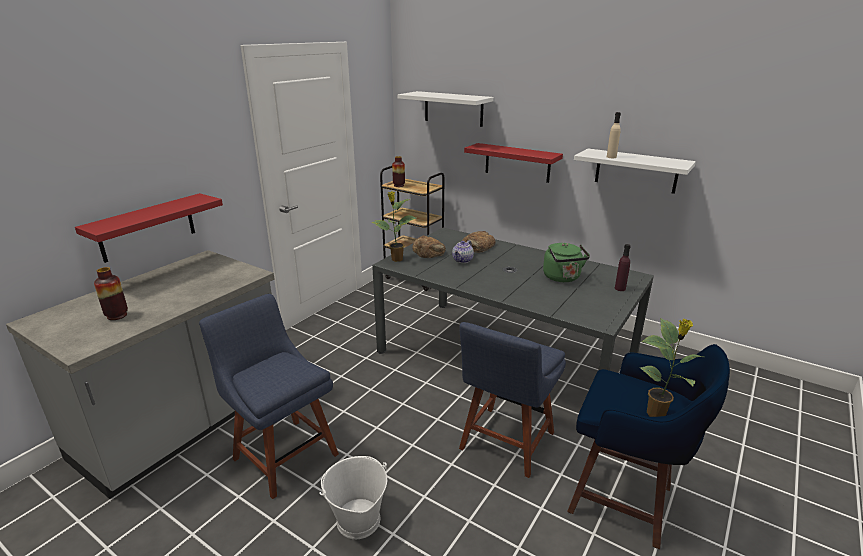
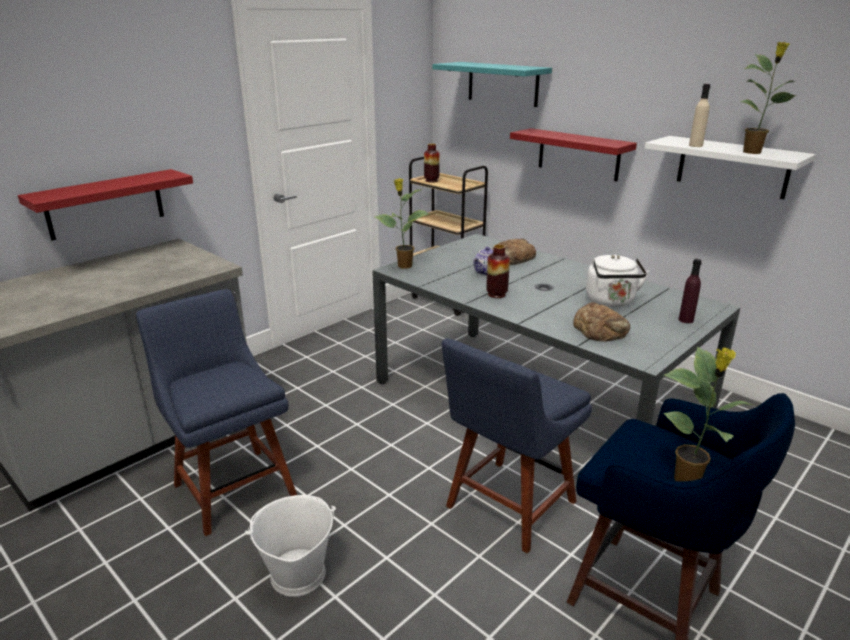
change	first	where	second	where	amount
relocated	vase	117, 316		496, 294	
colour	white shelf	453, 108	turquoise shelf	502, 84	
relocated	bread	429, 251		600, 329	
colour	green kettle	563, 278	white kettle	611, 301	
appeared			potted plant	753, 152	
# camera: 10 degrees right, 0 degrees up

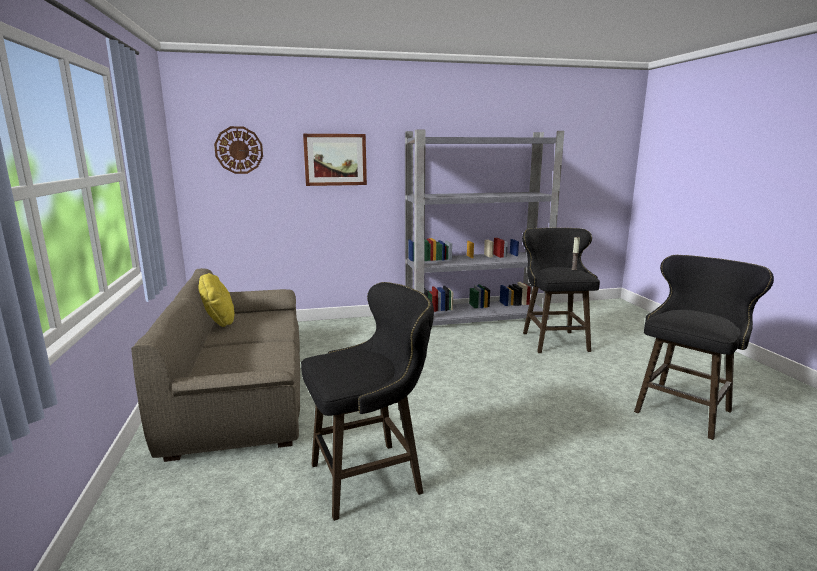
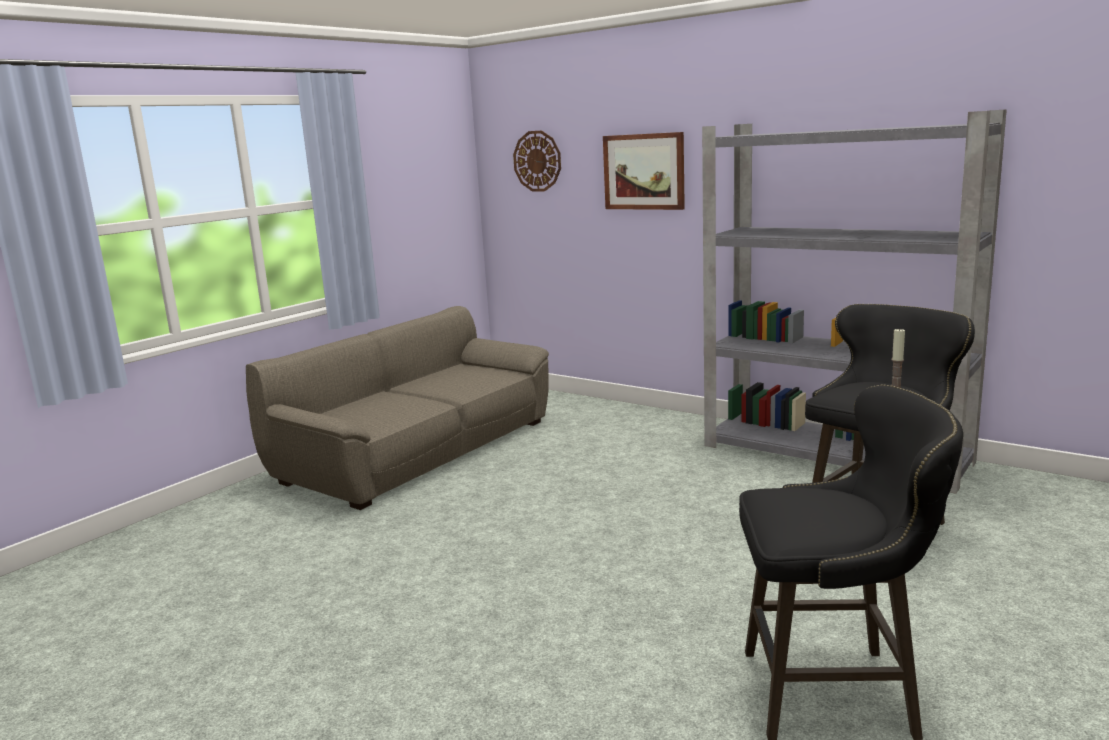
change	first	where	second	where	amount
missing	yellow pillow	219, 323			
missing	black stool	371, 477			
# camera: 50 degrees right, 0 degrees up

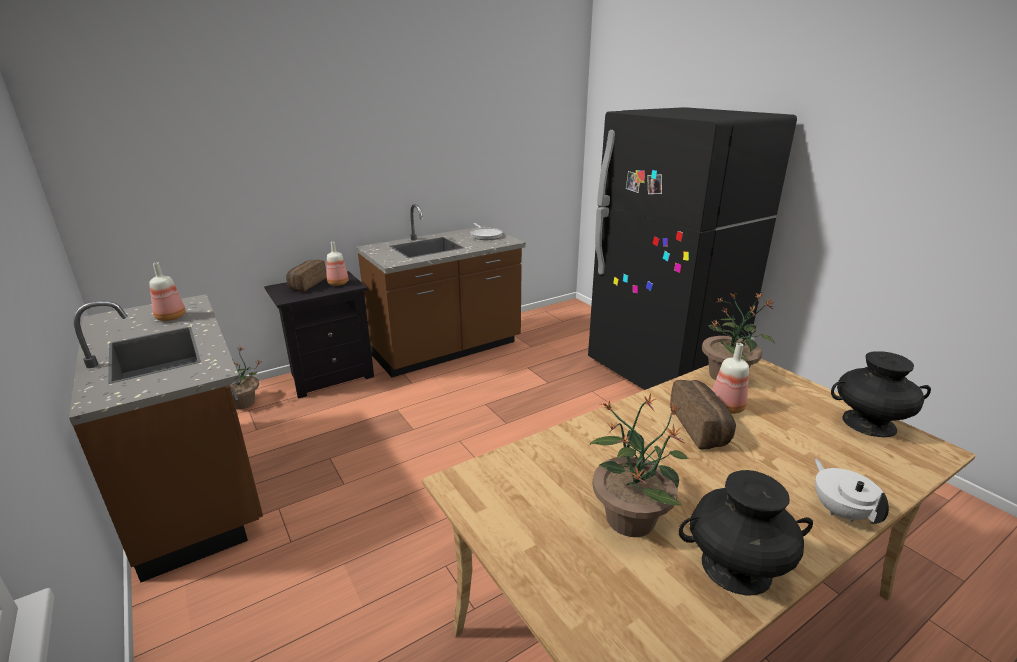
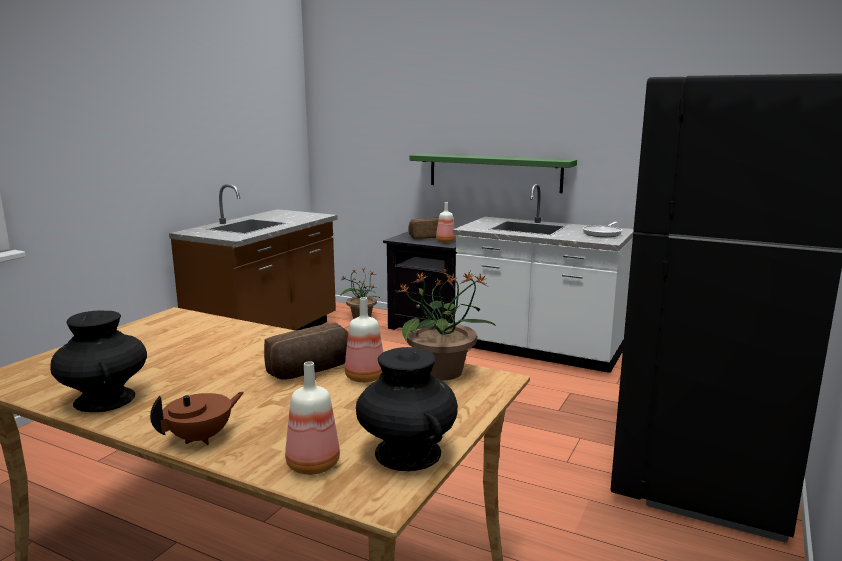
change	first	where	second	where	amount
relocated	bottle	171, 317		312, 466	
colour	brown counter	447, 350	white counter	538, 350	
missing	potted plant	630, 517			
colour	white teapot	841, 511	brown teapot	201, 438	
appeared			green shelf	494, 172	
# camera: 60 degrees right, 10 degrees down

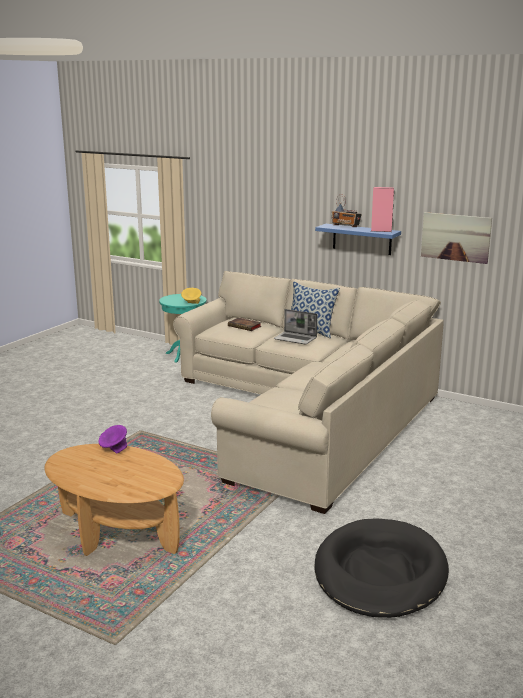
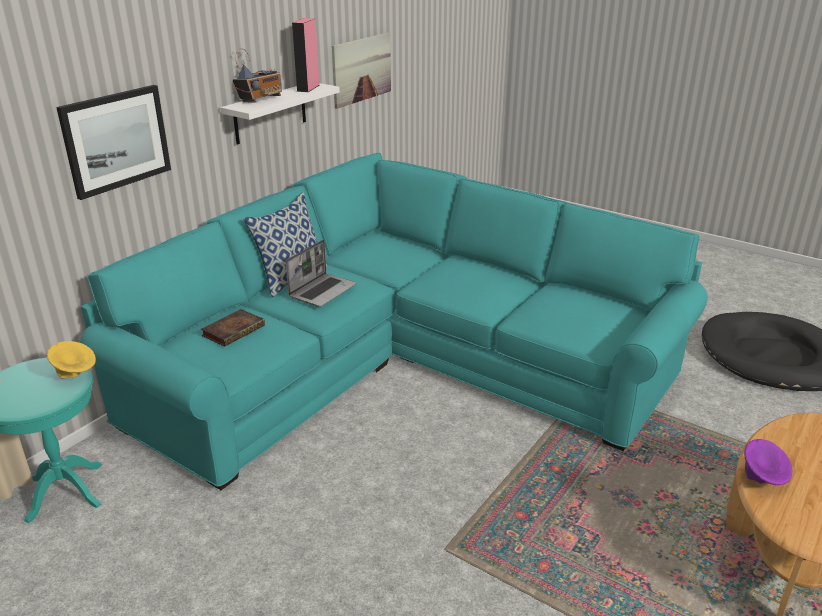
change	first	where	second	where	amount
colour	beige sofa	307, 413	turquoise sofa	399, 366	
colour	blue shelf	362, 239	white shelf	270, 113	
appeared			picture	116, 140	
# camera: 85 degrees left, 10 degrees up

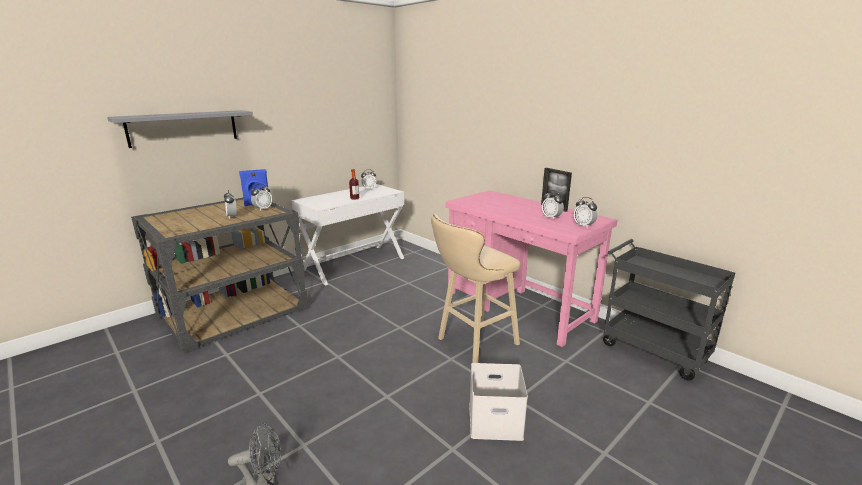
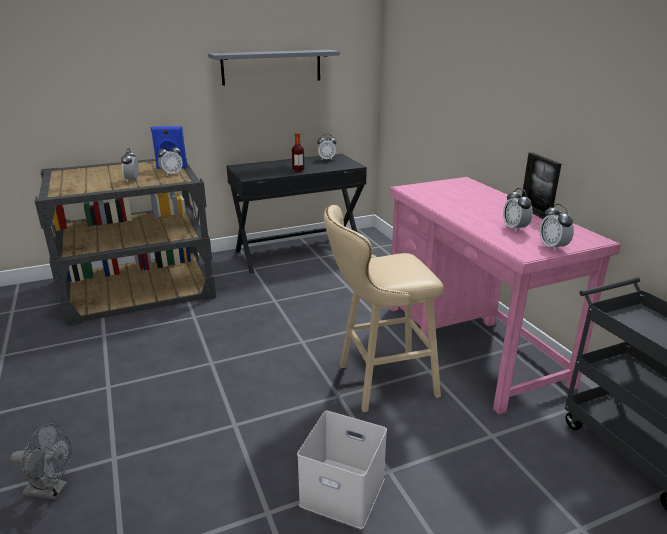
change	first	where	second	where	amount
relocated	grey shelf	183, 128		272, 67	
colour	white desk	354, 264	black desk	298, 251	
# camera: 20 degrees right, 5 degrees up

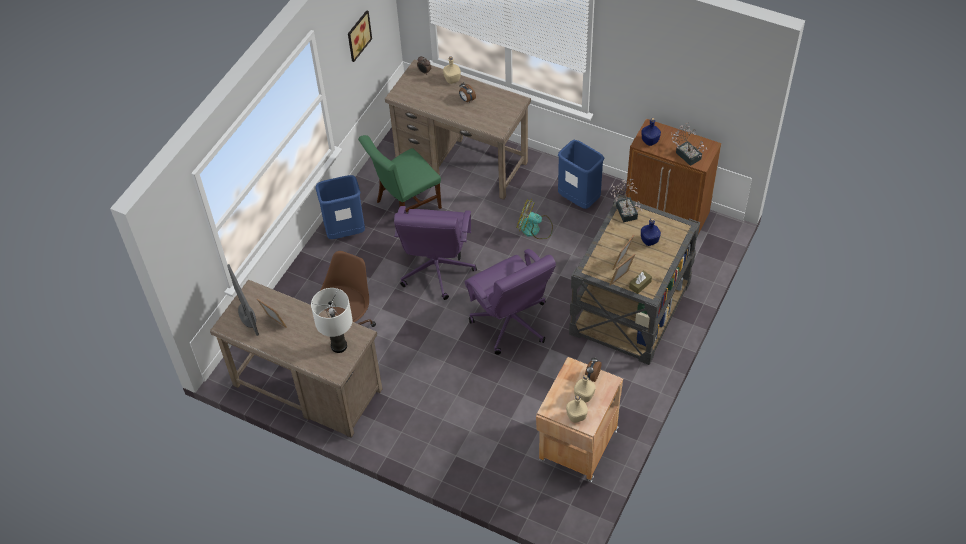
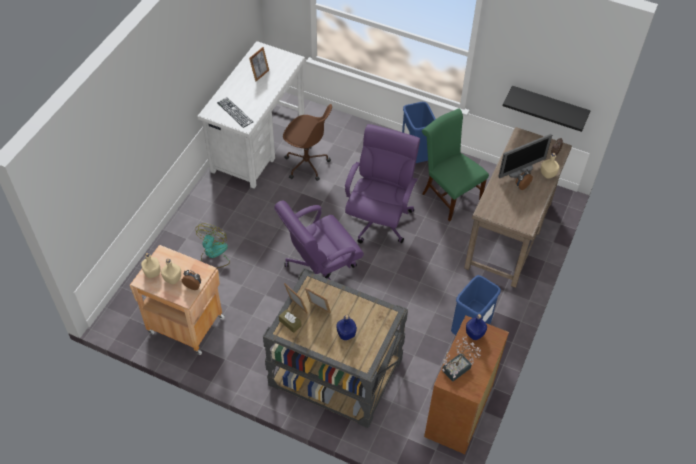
change	first	where	second	where	amount
colour	brown desk	307, 388	white desk	258, 143	
relocated	monitor	247, 315		521, 171	
exchanged	white table lamp	339, 346	keyboard	235, 112	
missing	picture	357, 35			
spun	purple office chair	437, 268		379, 220	105 degrees clockwise
relocated	fan	534, 229		213, 254	
missing	potted plant	625, 210			
appeared			black shelf	548, 106	
# camera: 85 degrees right, 0 degrees up

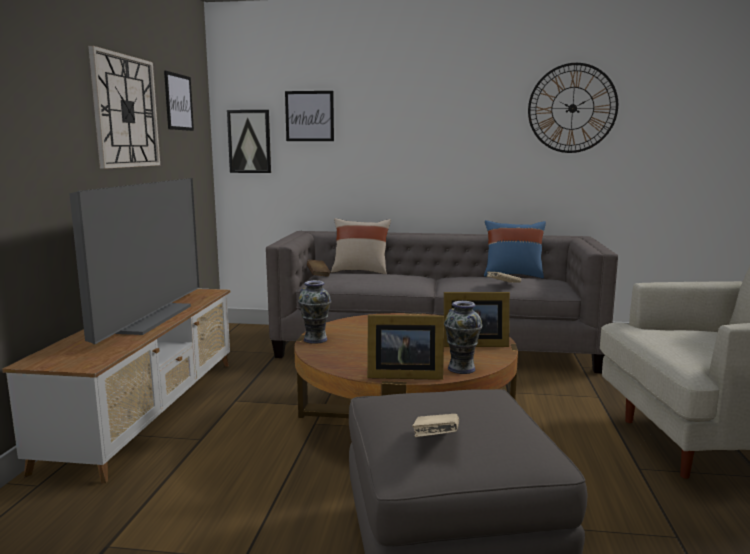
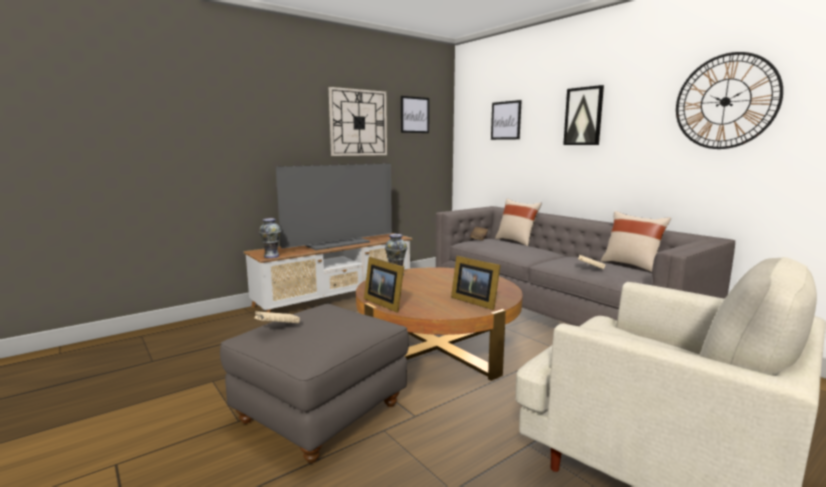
change	first	where	second	where	amount
relocated	picture	249, 141		583, 116	
relocated	vase	461, 369		271, 256	
colour	blue pillow	513, 275	beige pillow	631, 265	
# camera: 45 degrees right, 0 degrees up

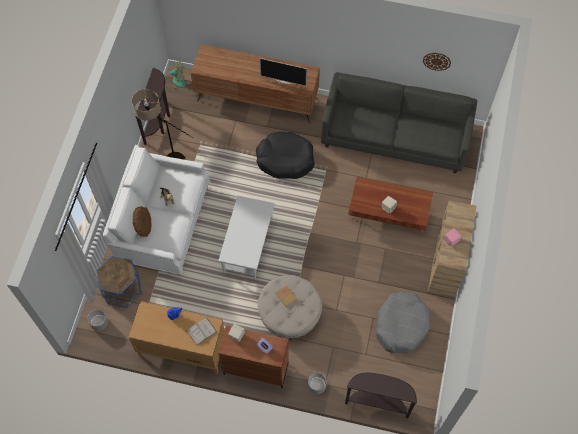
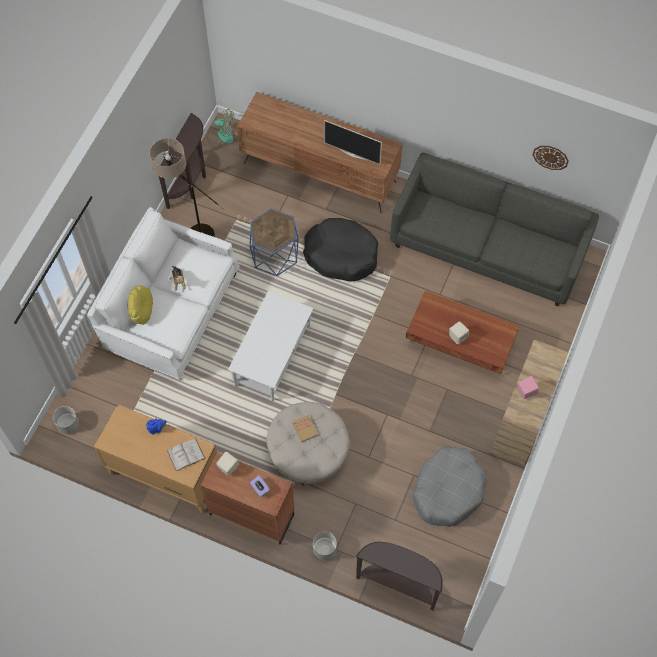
change	first	where	second	where	amount
relocated	blue side table	122, 289		275, 255	
colour	brown pillow	144, 227	yellow pillow	142, 312	
# camera: 10 degrees right, 0 degrees up

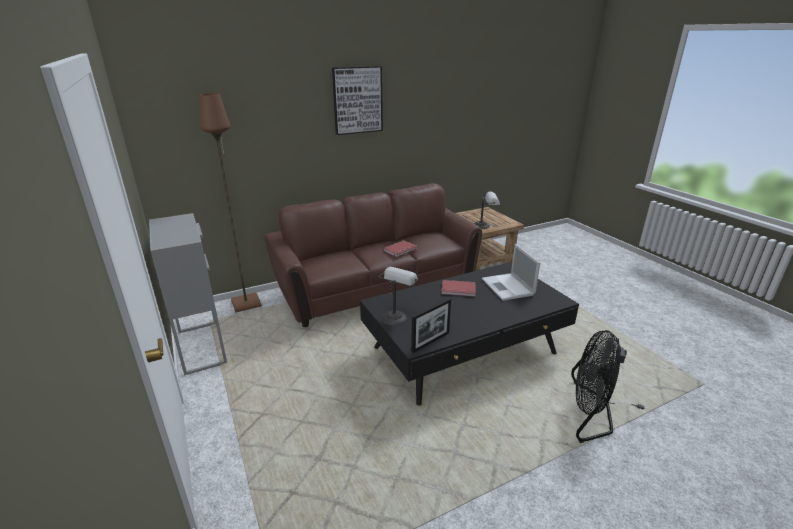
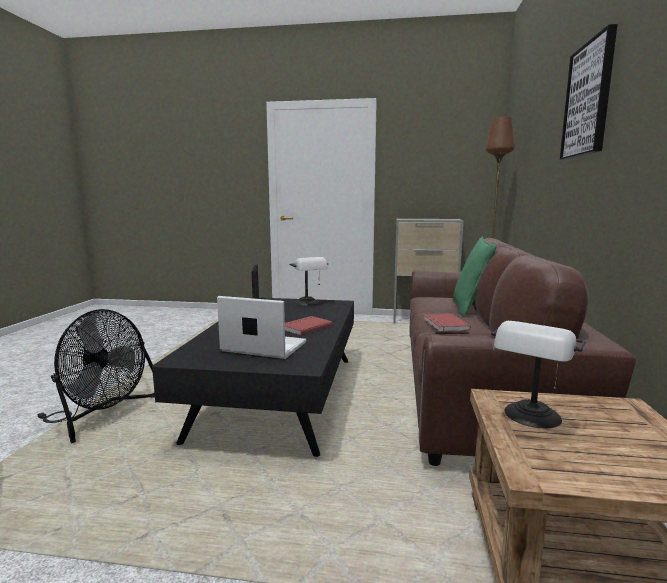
change	first	where	second	where	amount
spun	black fan	595, 412		99, 416	60 degrees clockwise
appeared			green pillow	470, 309	
# camera: 125 degrees right, 15 degrees down

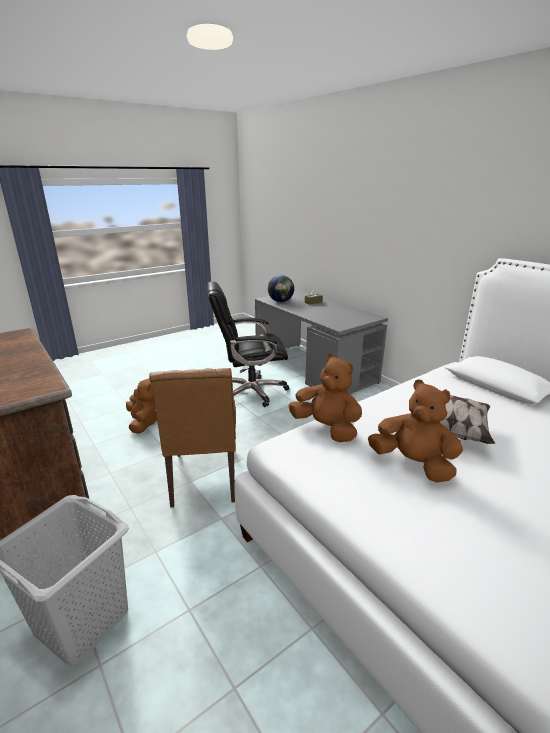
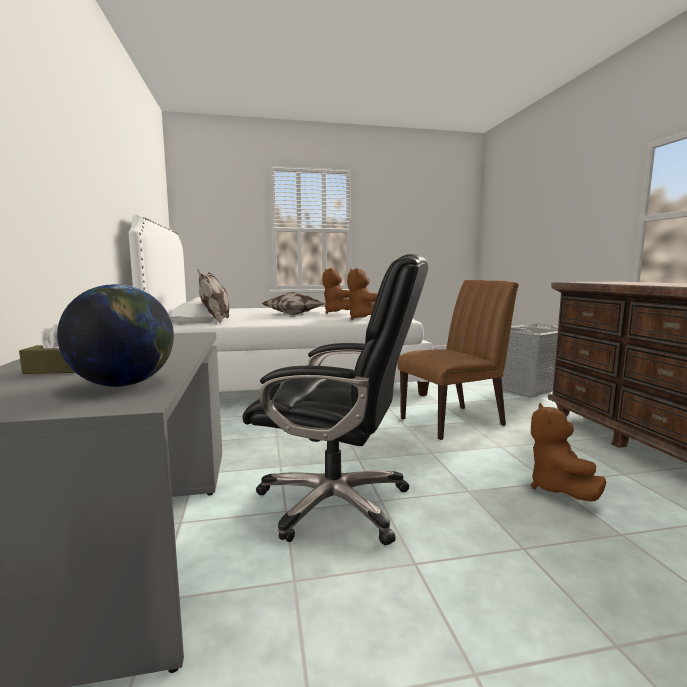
change	first	where	second	where	amount
spun	brown chair	204, 476		452, 422	45 degrees clockwise
appeared			pillow	215, 321	
# camera: 155 degrees left, 15 degrees down

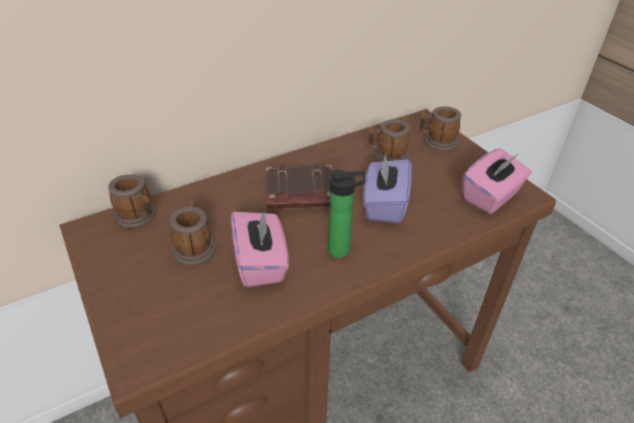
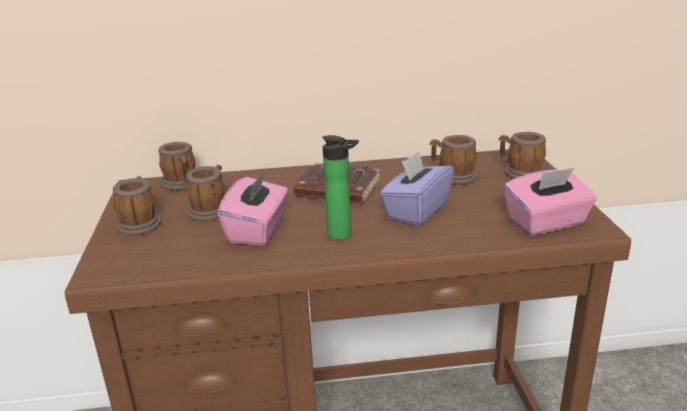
change	first	where	second	where	amount
appeared			mug	140, 223	
# camera: 25 degrees right, 15 degrees down

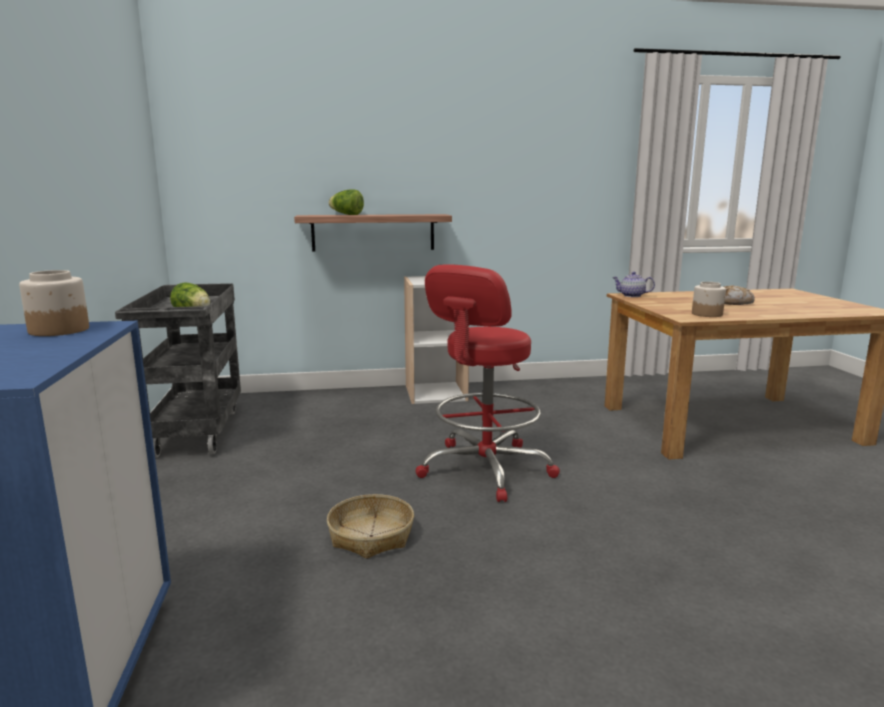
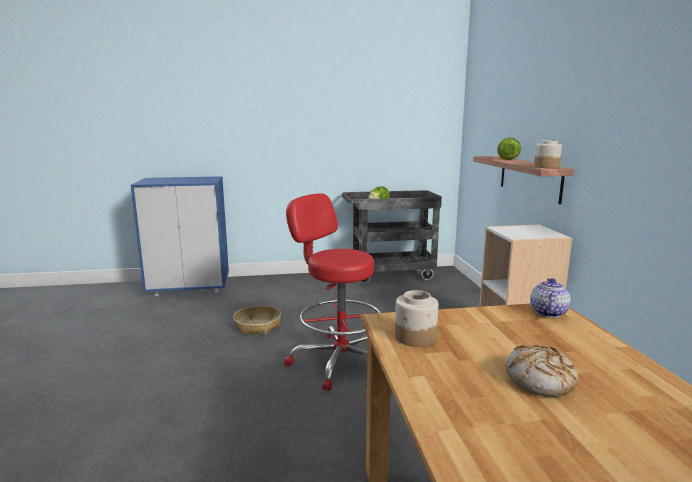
change	first	where	second	where	amount
relocated	jar	58, 330		546, 167	
# camera: 90 degrees right, 0 degrees up

